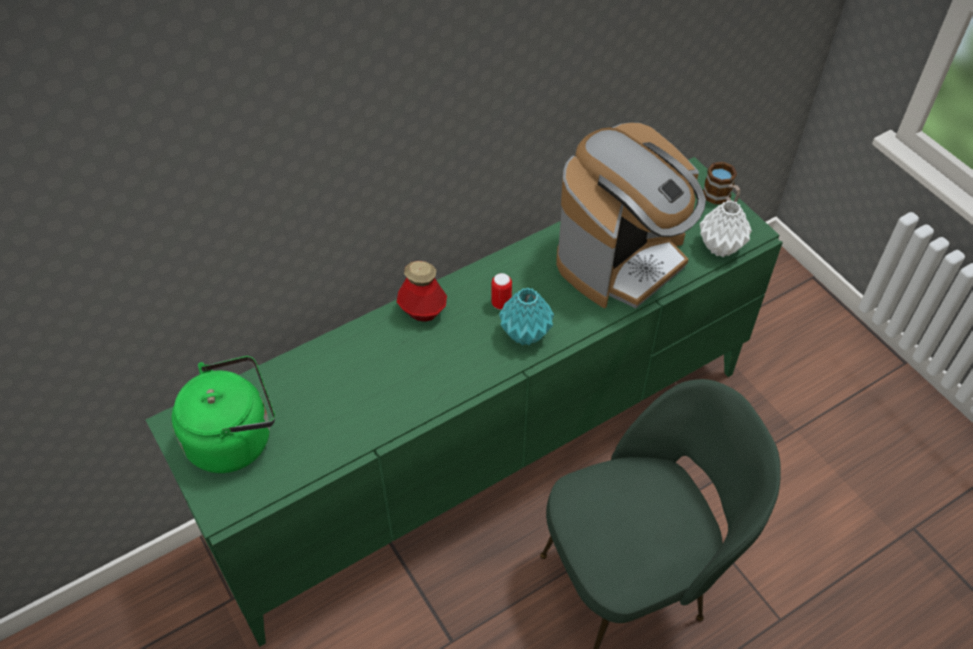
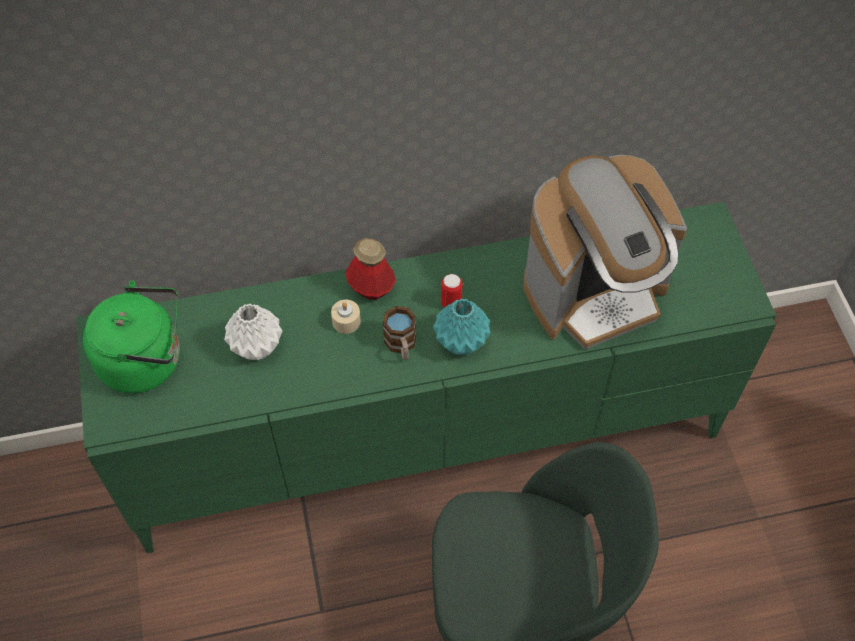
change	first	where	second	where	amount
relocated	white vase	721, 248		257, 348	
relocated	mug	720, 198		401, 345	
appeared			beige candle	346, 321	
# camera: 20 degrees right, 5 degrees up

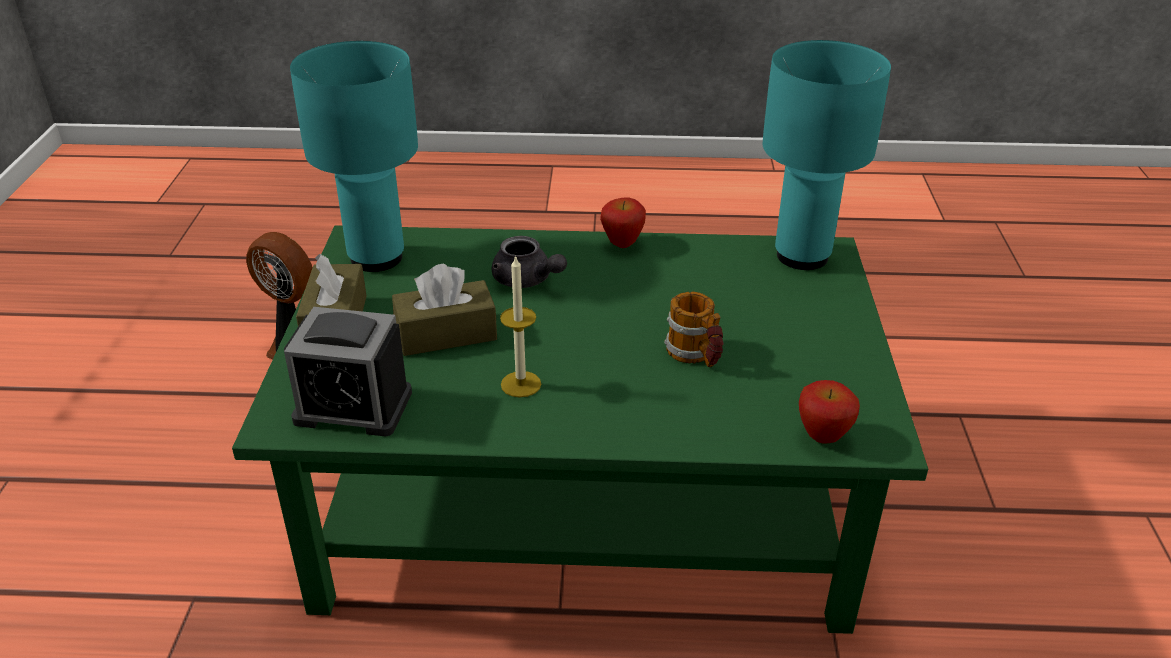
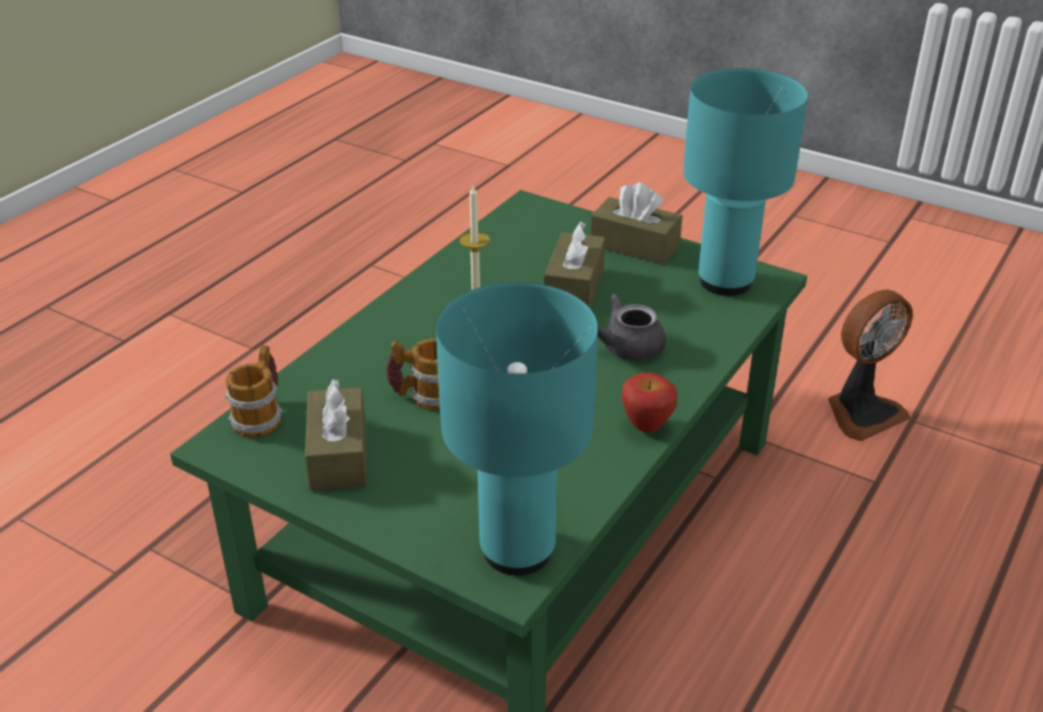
change	first	where	second	where	amount
missing	alarm clock	353, 407			
exchanged	apple	823, 437	mug	261, 416	
appeared			brown tissue box	338, 455	
# camera: 120 degrees right, 0 degrees up

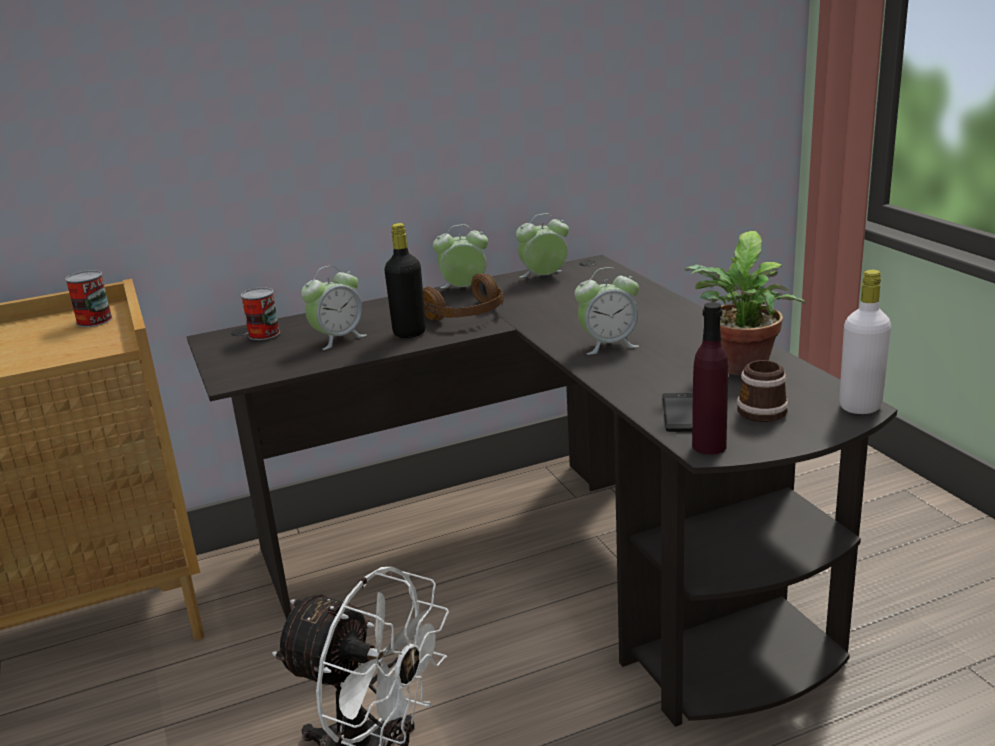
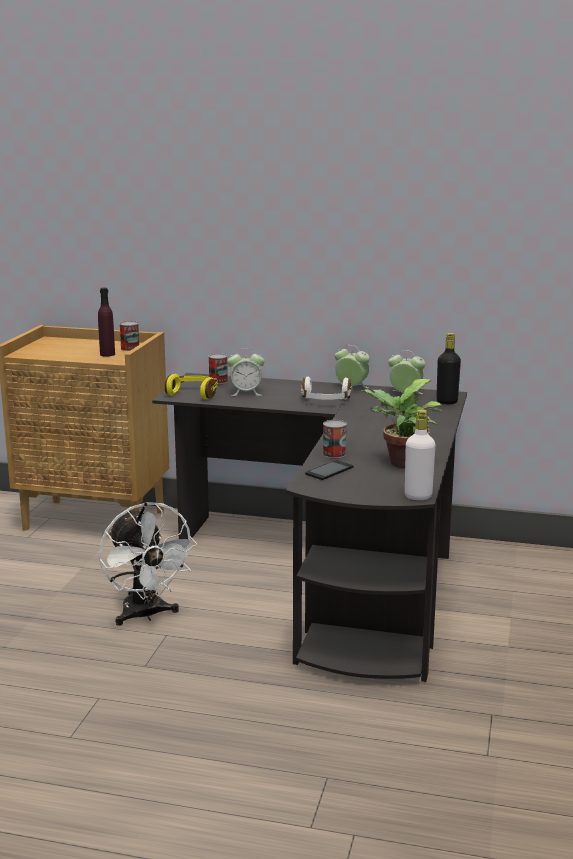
change	first	where	second	where	amount
relocated	black bottle	409, 333		447, 402	
colour	brown headphones	467, 315	white headphones	326, 400	
missing	alarm clock	608, 345			
relocated	purple bottle	709, 446		107, 354	
missing	mug	760, 408			
appeared			yellow headphones	194, 394	
appeared			can	334, 454	
# camera: 35 degrees right, 5 degrees down

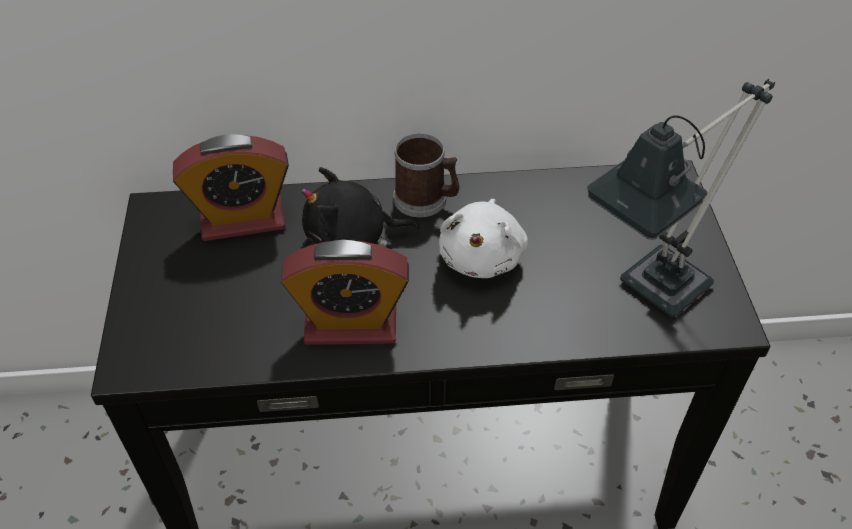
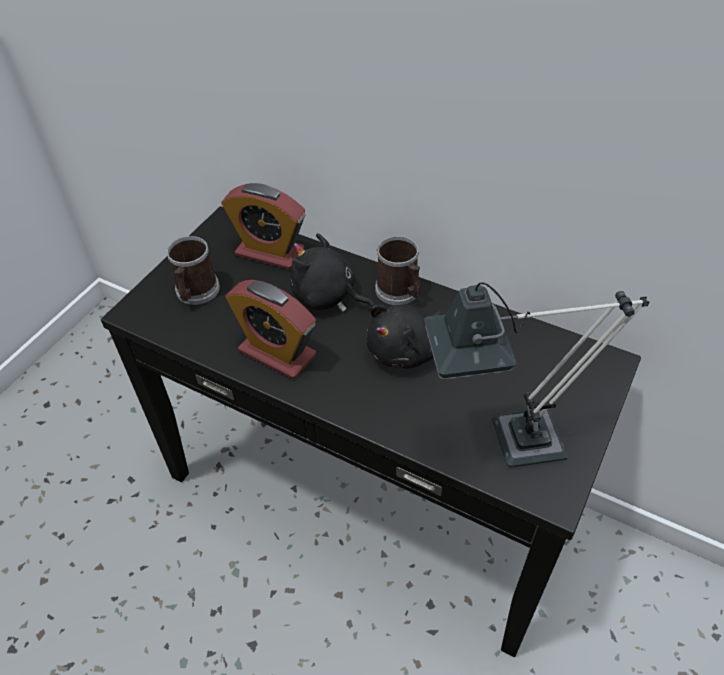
change	first	where	second	where	amount
colour	white plush toy	482, 256	black plush toy	405, 350	
appeared			mug	196, 293	
# camera: 35 degrees right, 0 degrees up

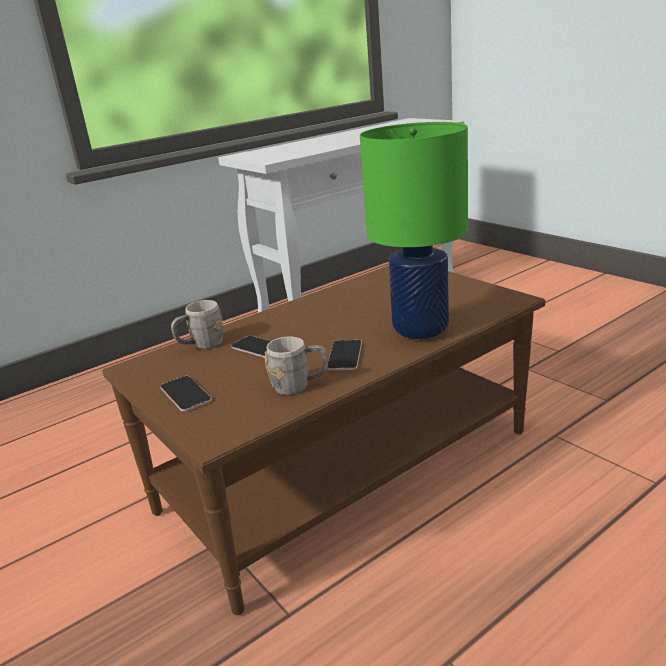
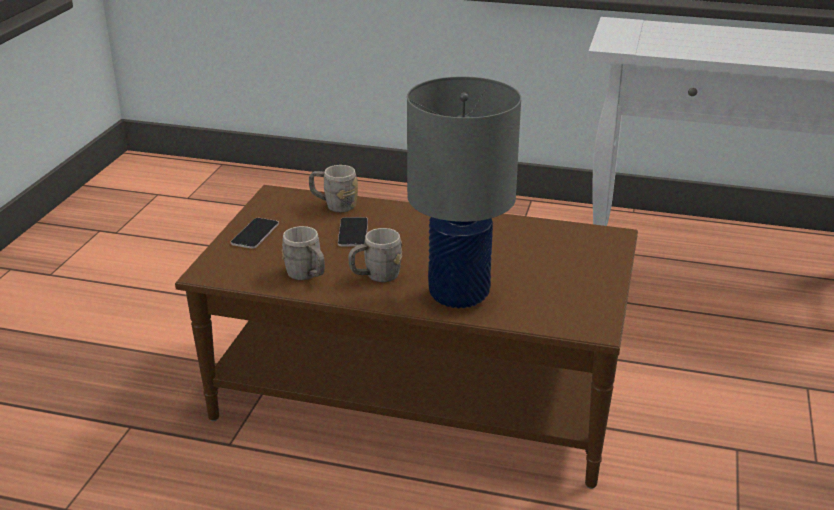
change	first	where	second	where	amount
exchanged	phone	344, 356	grey mug	376, 276	
colour	green table lamp	421, 332	grey table lamp	458, 298	
# camera: 50 degrees right, 5 degrees up

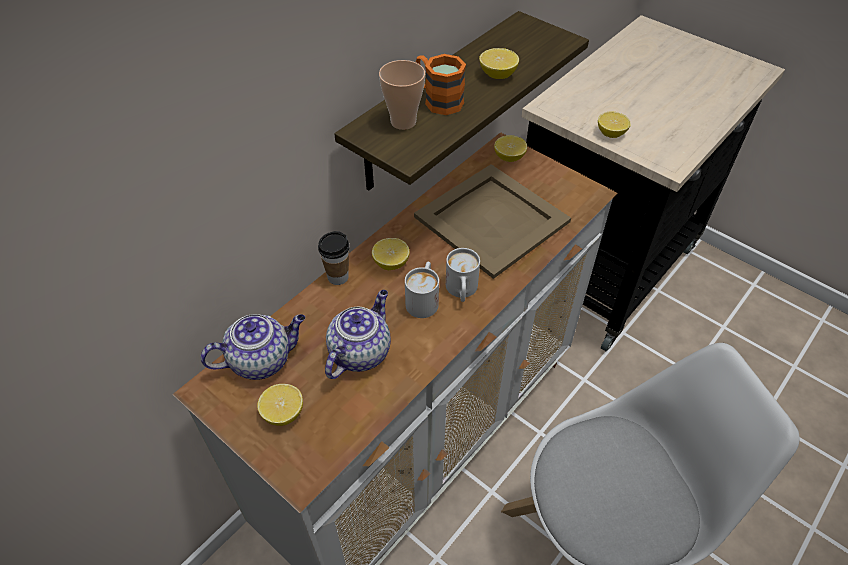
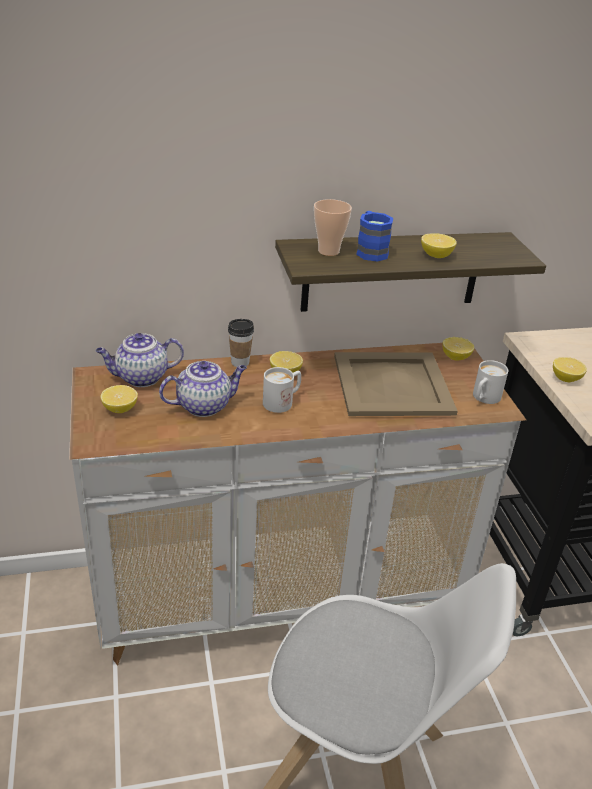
change	first	where	second	where	amount
spun	teapot	262, 359		141, 378	150 degrees clockwise
colour	orange mug	437, 100	blue mug	370, 250	
relocated	white mug	461, 291		483, 398	
# camera: 35 degrees right, 15 degrees down

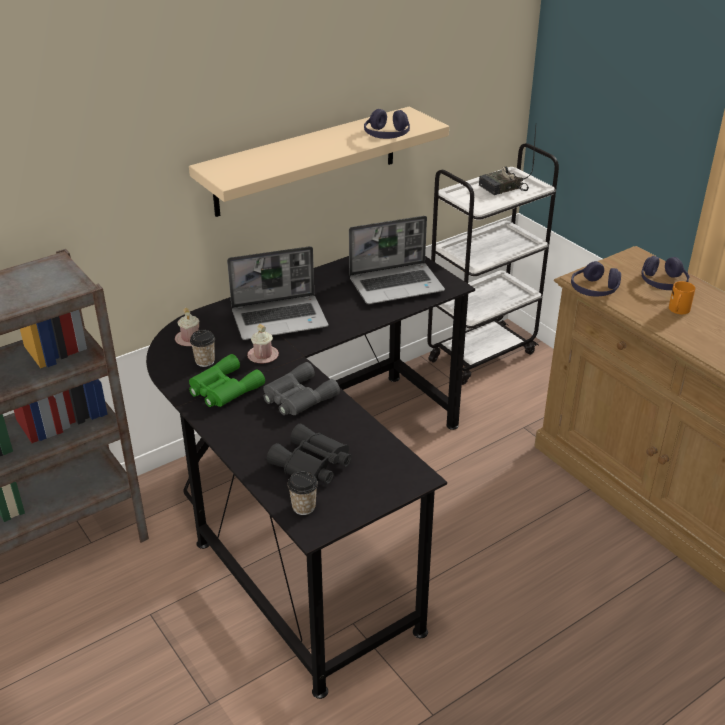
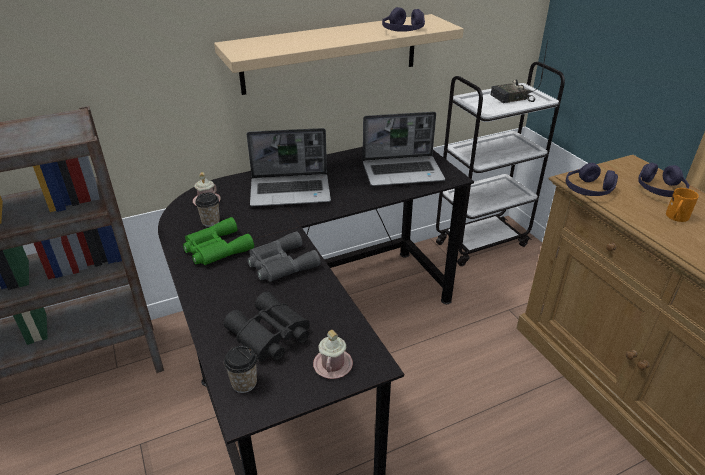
change	first	where	second	where	amount
relocated	pink mug	263, 355		333, 365	
# camera: 10 degrees right, 0 degrees up

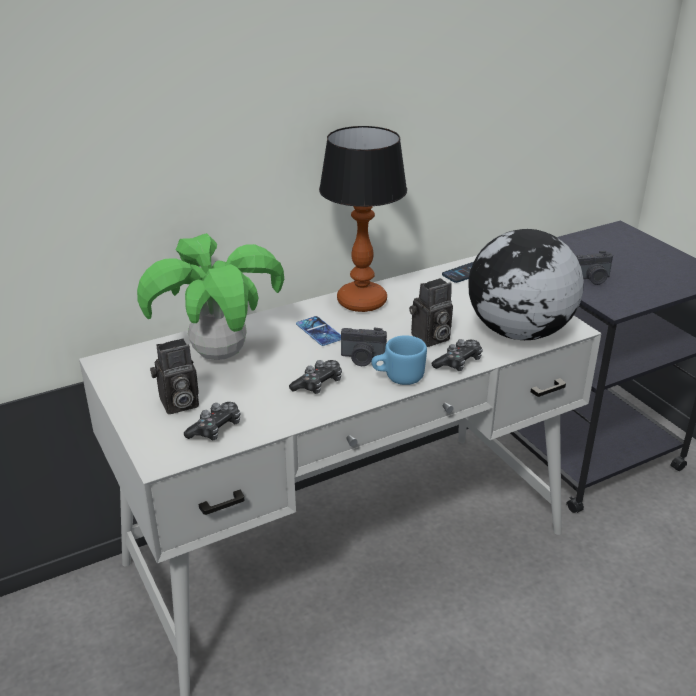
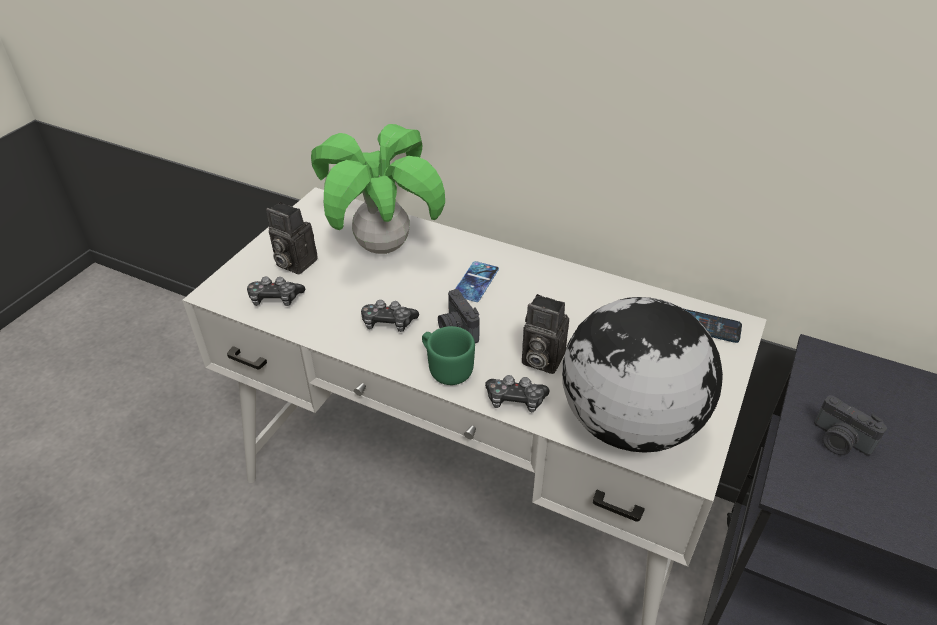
change	first	where	second	where	amount
missing	table lamp	363, 301			
colour	blue mug	398, 377	green mug	446, 368	
# camera: 55 degrees right, 10 degrees up

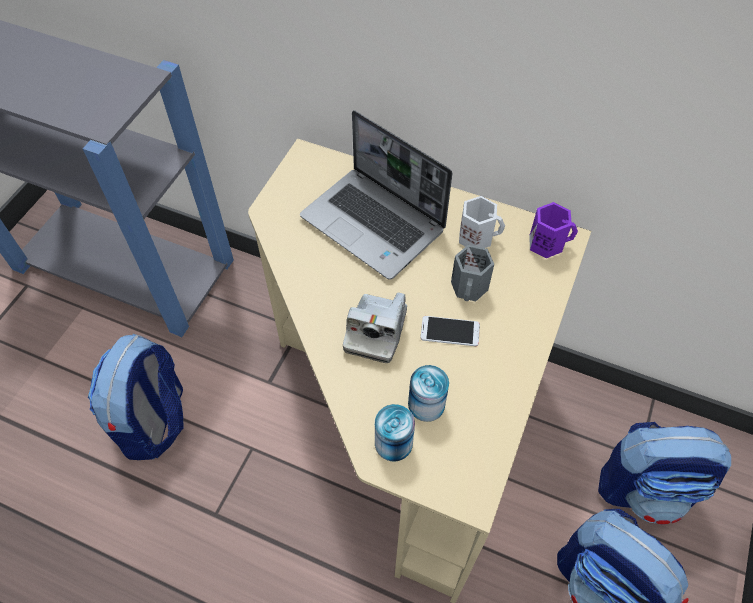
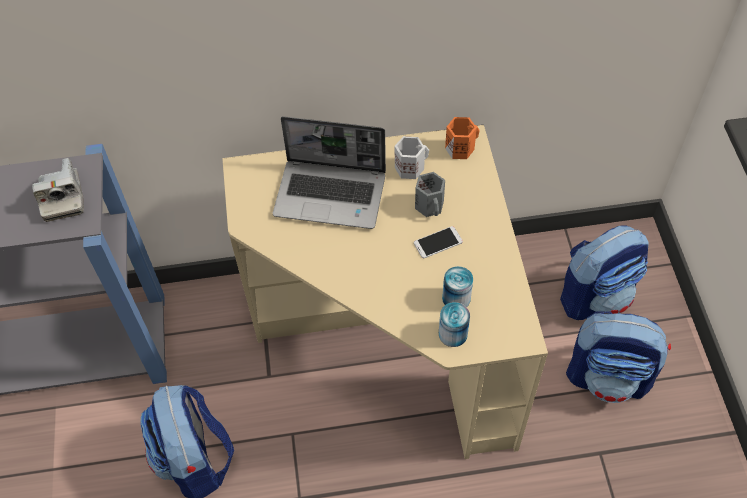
change	first	where	second	where	amount
relocated	photo camera	376, 331		62, 198	
colour	purple mug	547, 243	orange mug	460, 148	
# camera: 30 degrees left, 0 degrees up

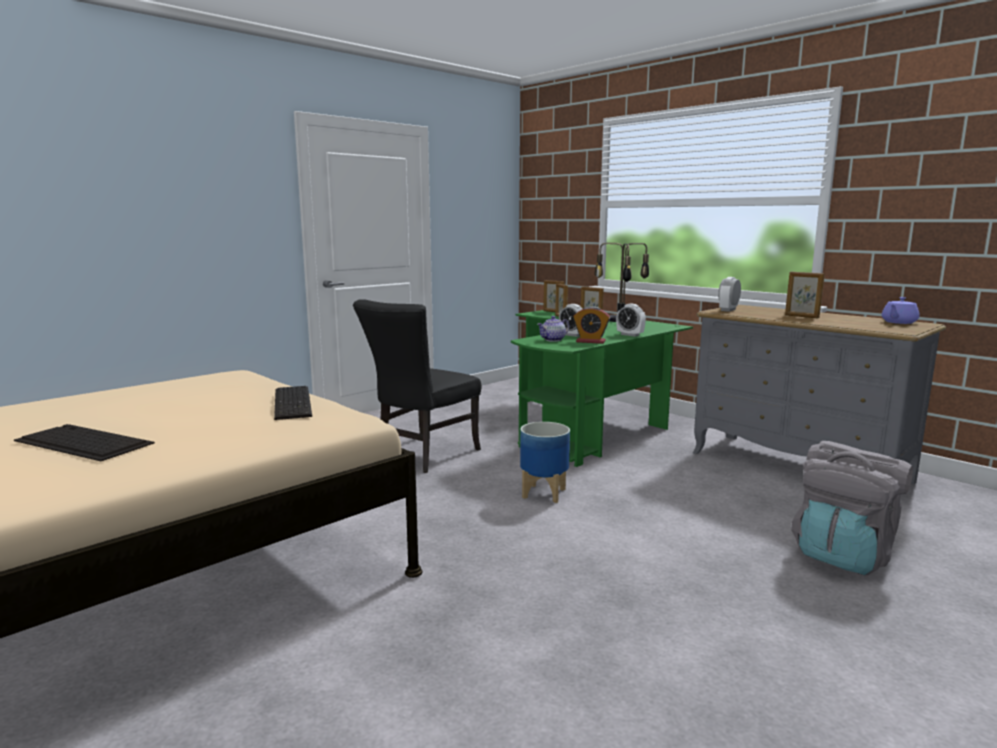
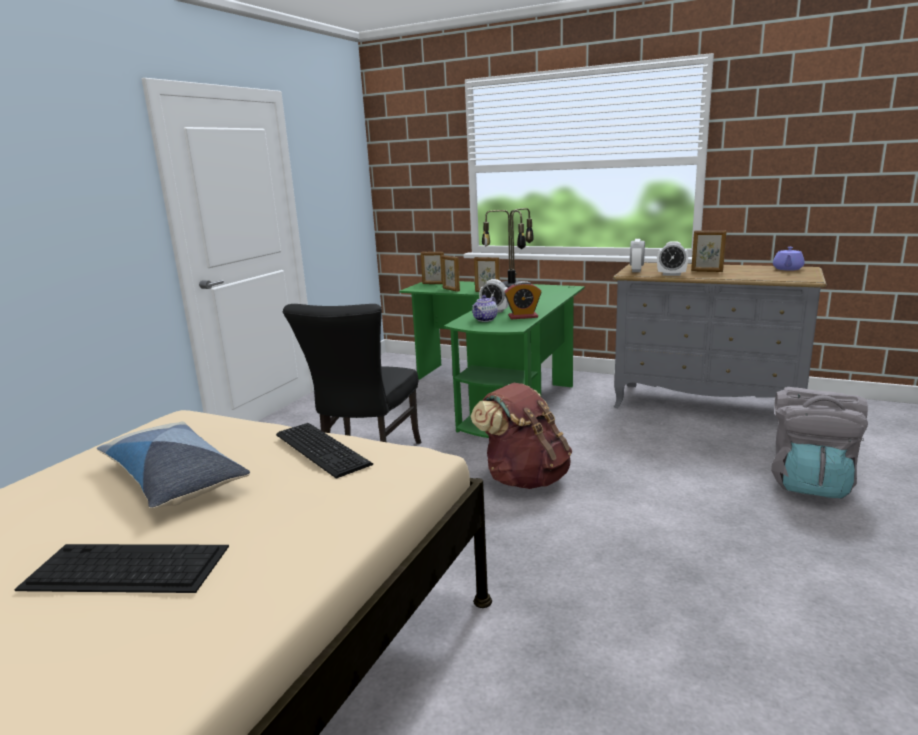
change	first	where	second	where	amount
exchanged	planter	544, 493	brown backpack	524, 478	
relocated	alarm clock	630, 335		671, 274	
appeared			pillow	173, 479	
# camera: 20 degrees left, 5 degrees up

